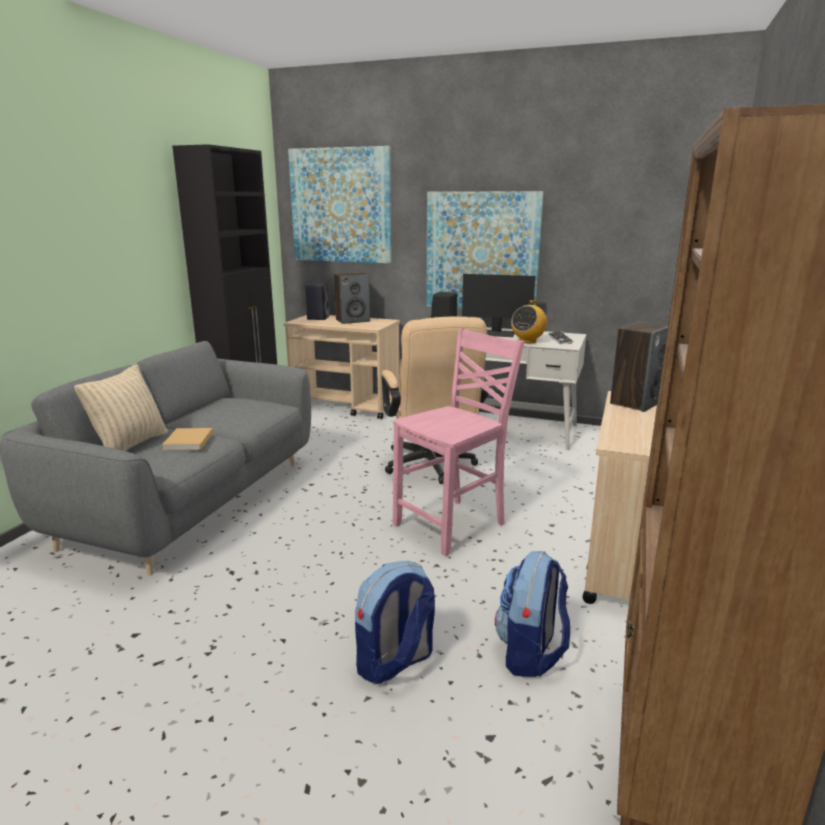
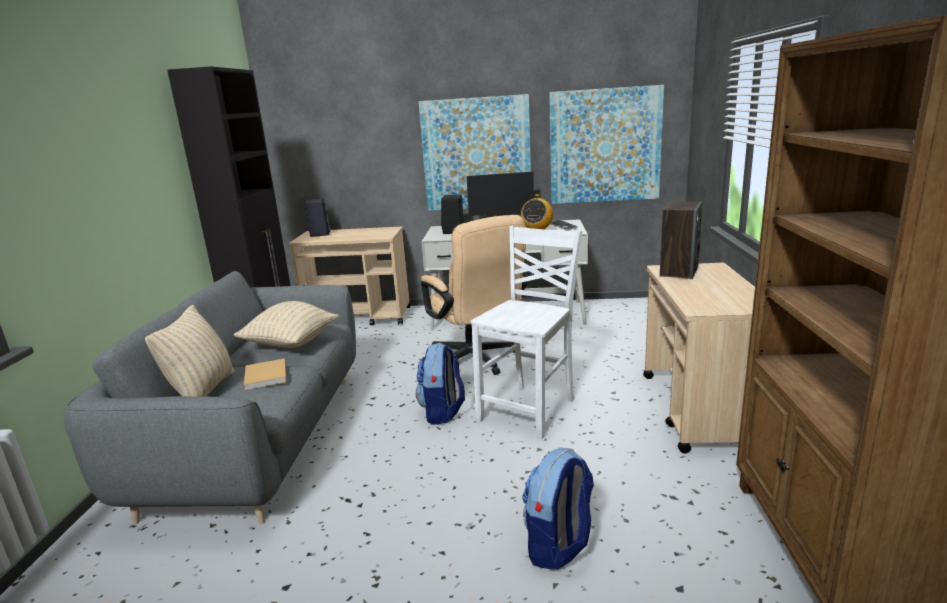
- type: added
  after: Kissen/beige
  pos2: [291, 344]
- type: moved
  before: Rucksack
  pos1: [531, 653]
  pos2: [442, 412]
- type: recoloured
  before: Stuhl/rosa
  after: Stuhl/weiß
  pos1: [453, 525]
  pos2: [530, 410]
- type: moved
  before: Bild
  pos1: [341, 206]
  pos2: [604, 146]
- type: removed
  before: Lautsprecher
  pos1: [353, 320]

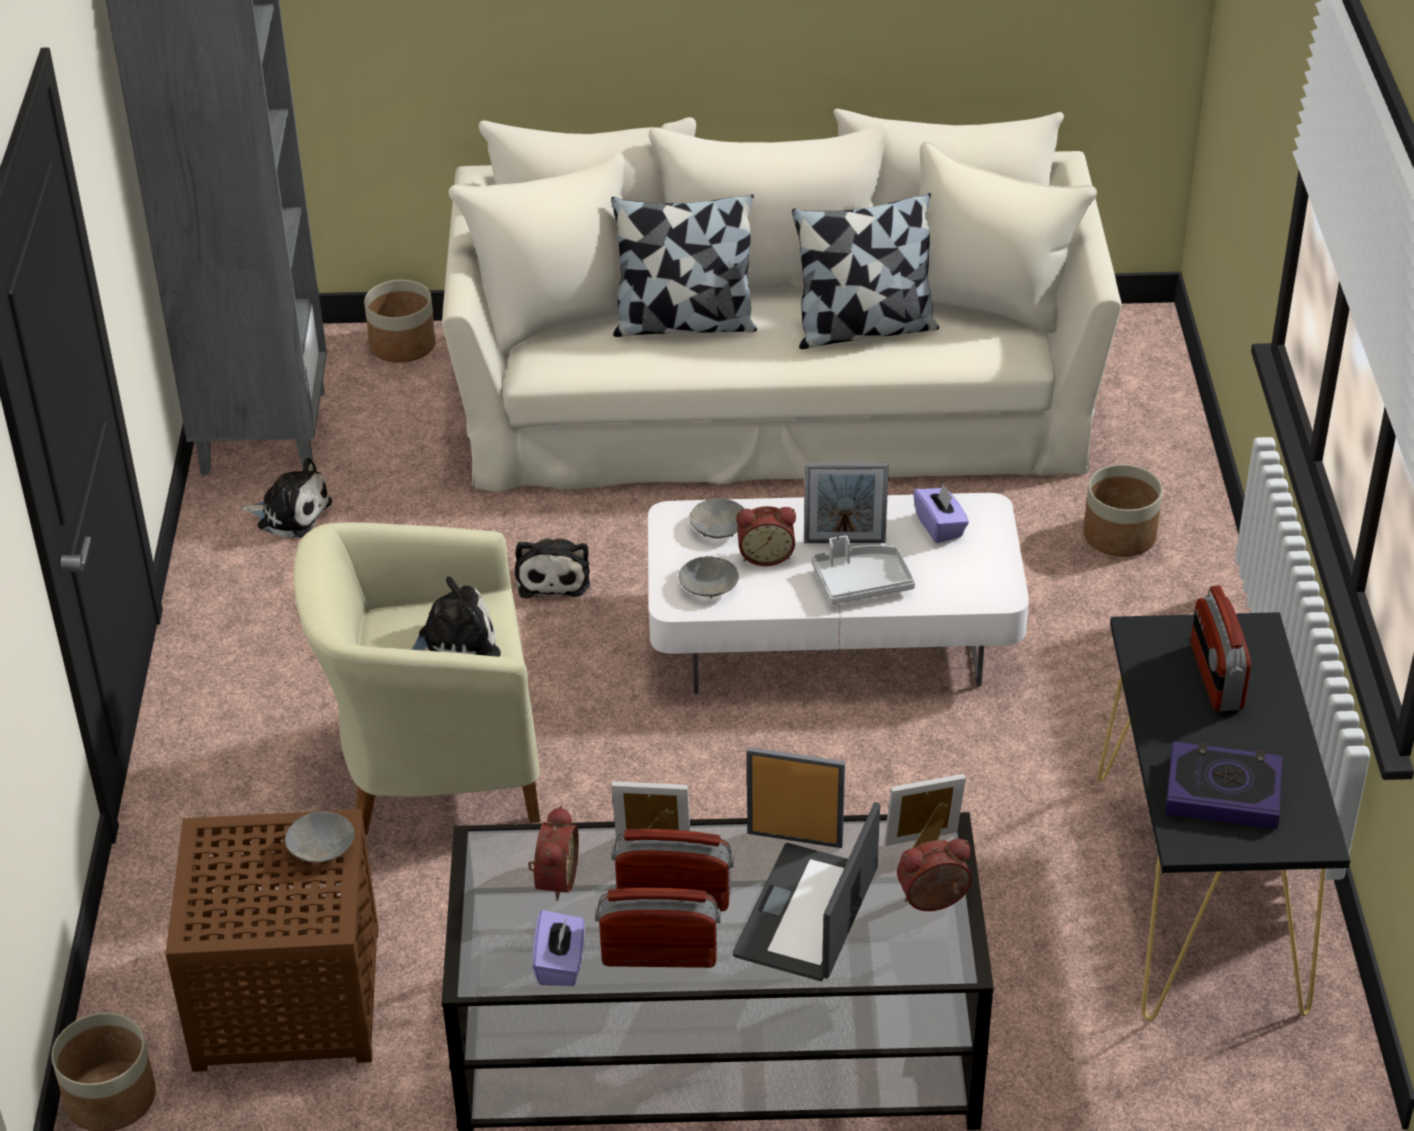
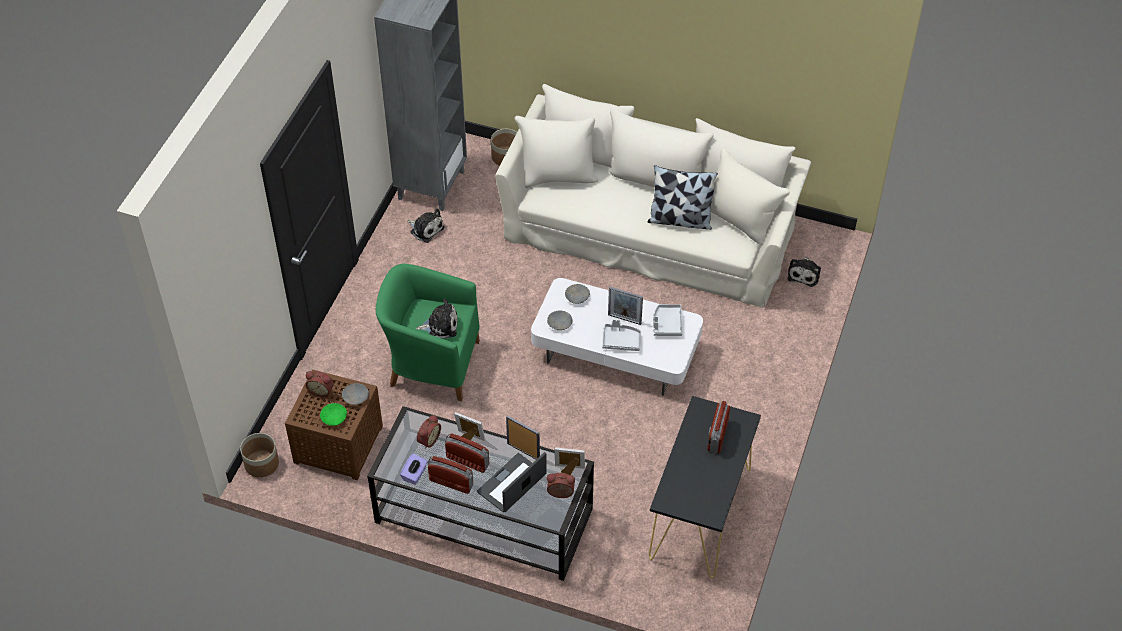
- type: moved
  before: Wecker
  pos1: [765, 555]
  pos2: [321, 390]
- type: added
  after: Schüssel/grün
  pos2: [333, 418]
- type: recoloured
  before: Sessel/beige
  after: Sessel/grün
  pos1: [432, 766]
  pos2: [431, 364]
- type: replaced
  before: Taschentuchbox/lila
  after: Tablett/grau
  pos1: [940, 527]
  pos2: [667, 324]
- type: moved
  before: Plüschtier
  pos1: [553, 576]
  pos2: [804, 274]
- type: removed
  before: Kissen
  pos1: [684, 323]
- type: removed
  before: Pflanzkübel
  pos1: [1120, 536]
- type: removed
  before: Buch
  pos1: [1223, 792]

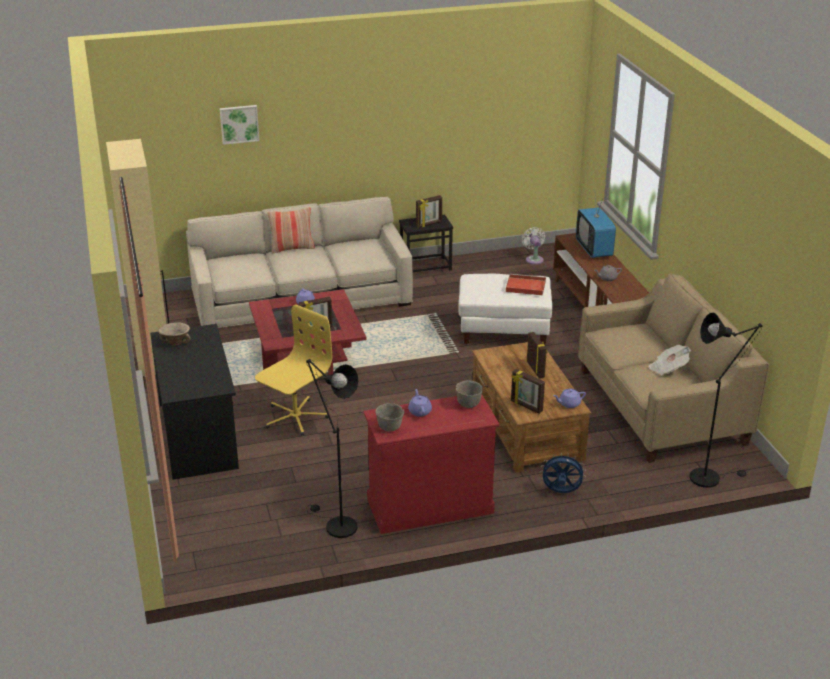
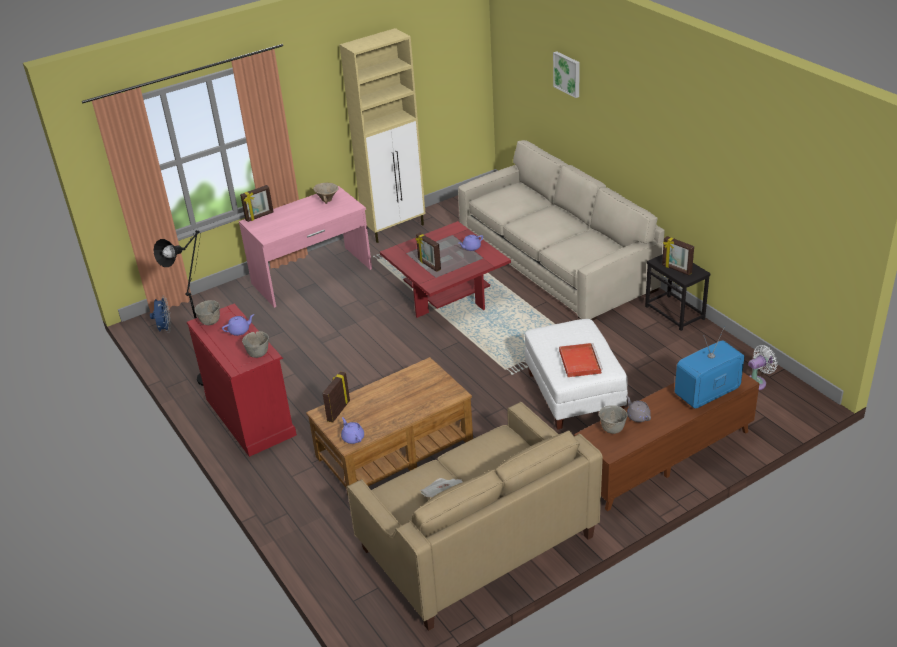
- type: moved
  before: Ventilator/blau
  pos1: [561, 492]
  pos2: [165, 329]
- type: recoloured
  before: Schreibtisch/schwarz
  after: Schreibtisch/rosa
  pos1: [199, 435]
  pos2: [312, 276]
- type: moved
  before: Bilderrahmen
  pos1: [536, 369]
  pos2: [259, 216]
- type: added
  after: Schüssel/grau
  pos2: [612, 429]
- type: removed
  before: Bürostuhl/gelb
  pos1: [295, 417]
- type: removed
  before: Kissen
  pos1: [292, 248]
- type: removed
  before: Stehlampe/schwarz
  pos1: [709, 477]

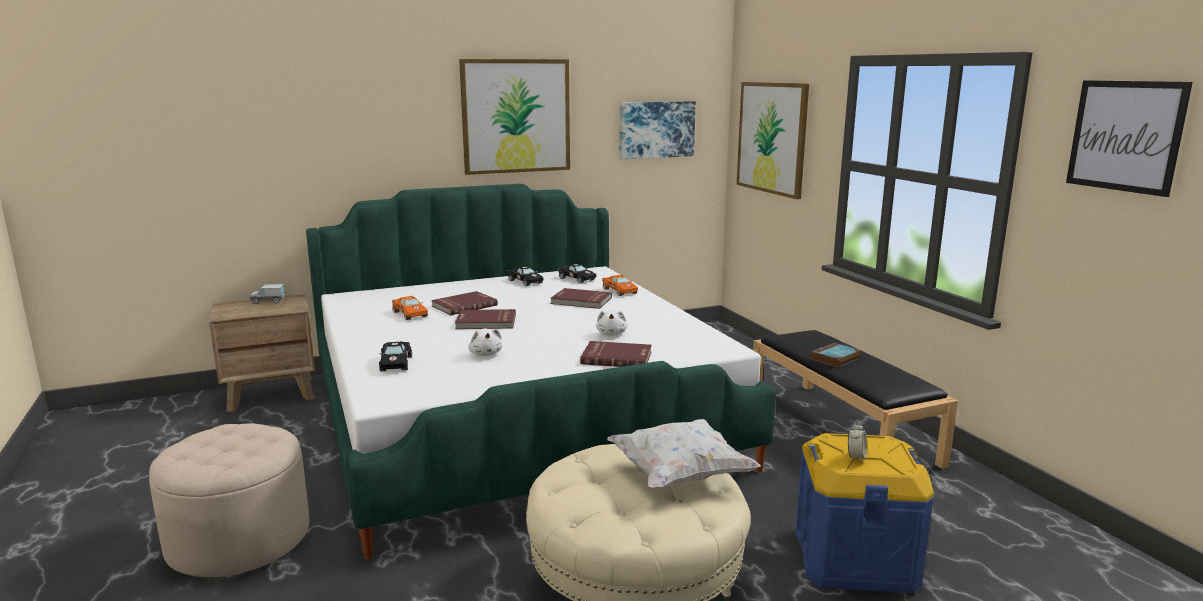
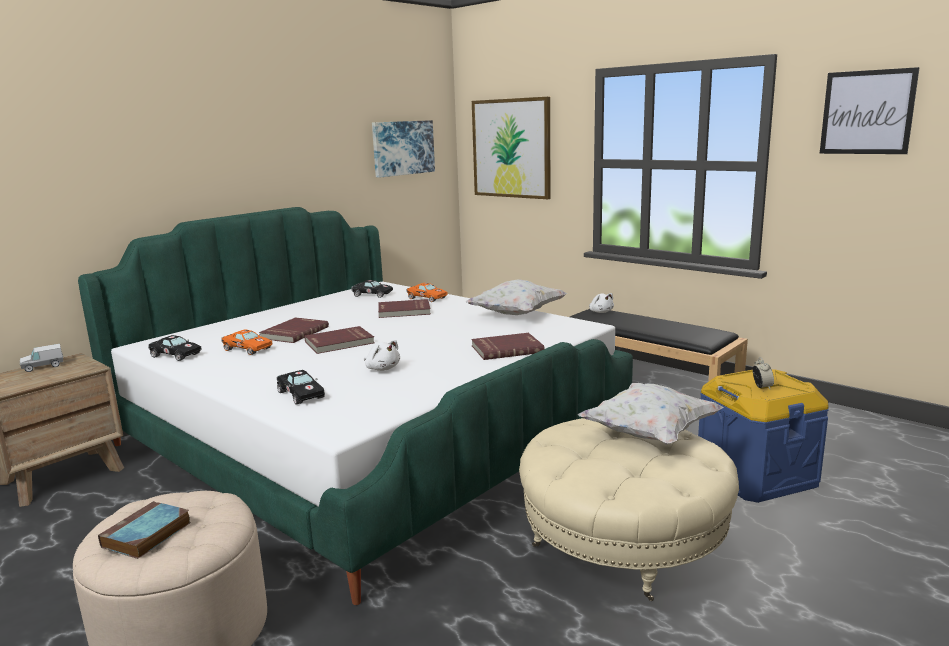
- type: moved
  before: Buch
  pos1: [835, 359]
  pos2: [146, 535]
- type: moved
  before: Spielzeugauto/schwarz
  pos1: [525, 281]
  pos2: [174, 355]
- type: added
  after: Kissen/weiß
  pos2: [516, 314]
- type: moved
  before: Plüschtier/weiß
  pos1: [611, 334]
  pos2: [600, 312]
- type: removed
  before: Bild
  pos1: [516, 116]

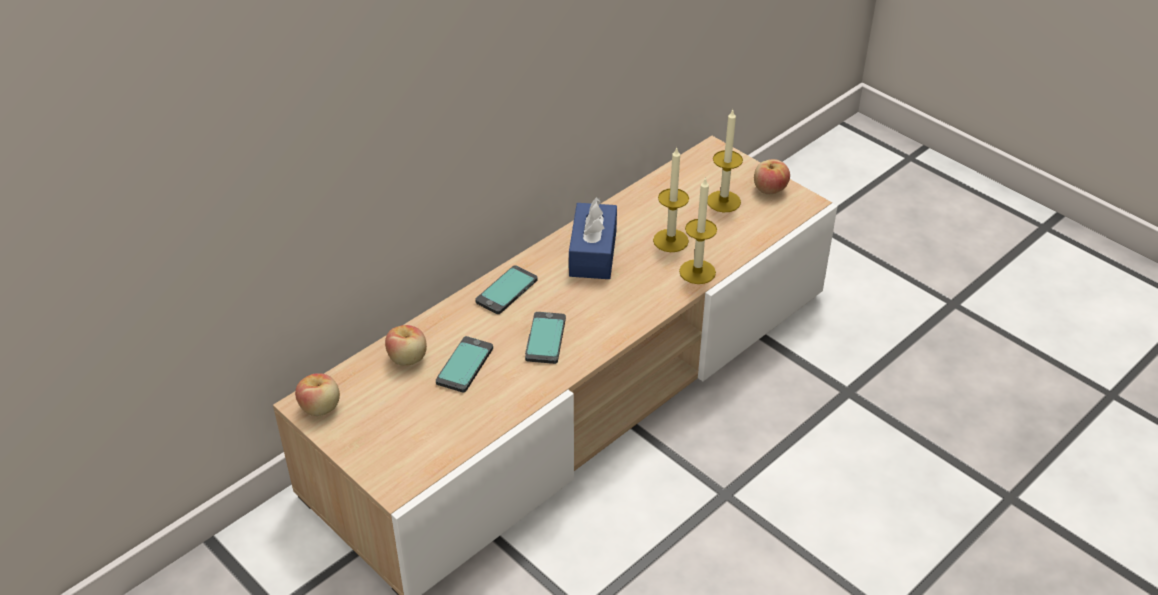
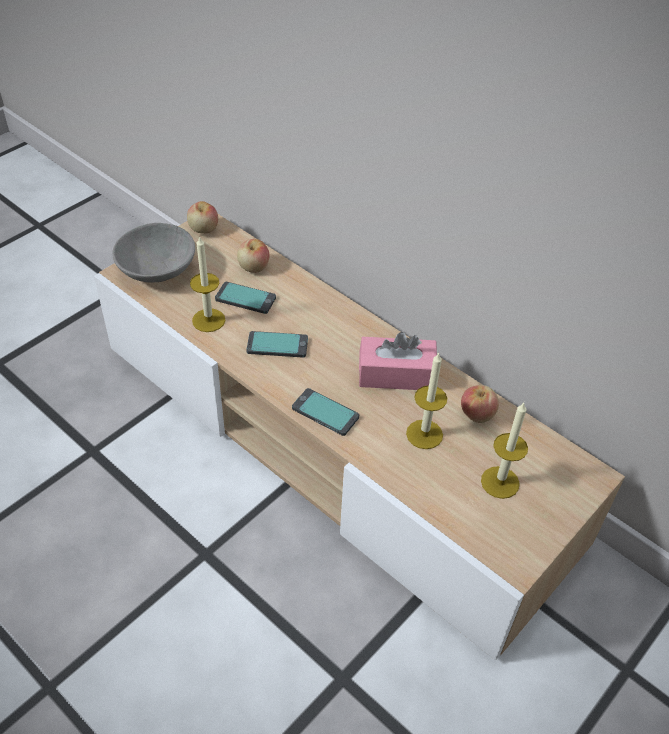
- type: added
  after: Schüssel/grau
  pos2: [158, 270]
- type: moved
  before: Kerze
  pos1: [697, 272]
  pos2: [208, 320]
- type: moved
  before: Handy
  pos1: [507, 291]
  pos2: [325, 413]
- type: recoloured
  before: Taschentuchbox/blau
  after: Taschentuchbox/rosa
  pos1: [593, 253]
  pos2: [396, 374]
- type: moved
  before: Apfel
  pos1: [769, 189]
  pos2: [477, 414]

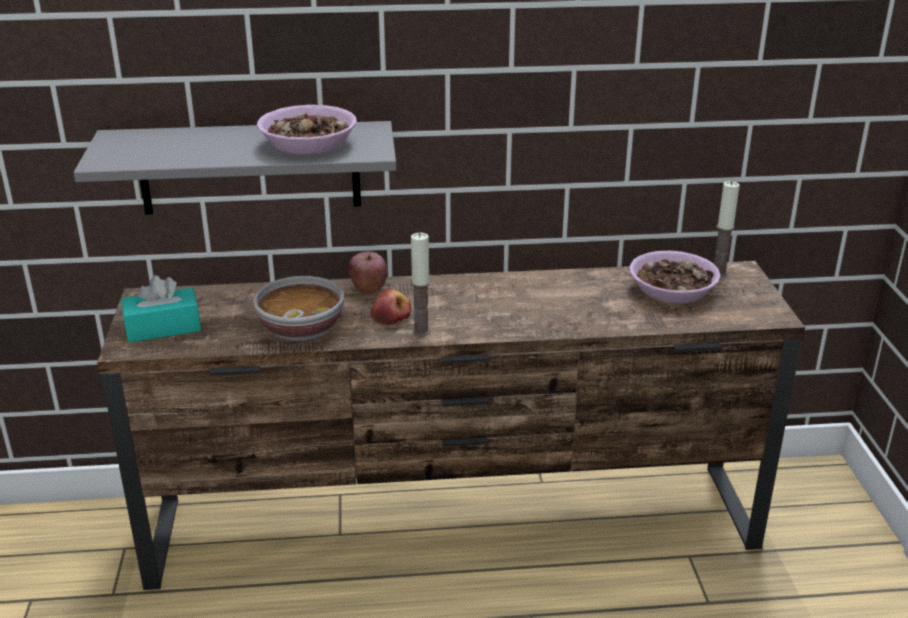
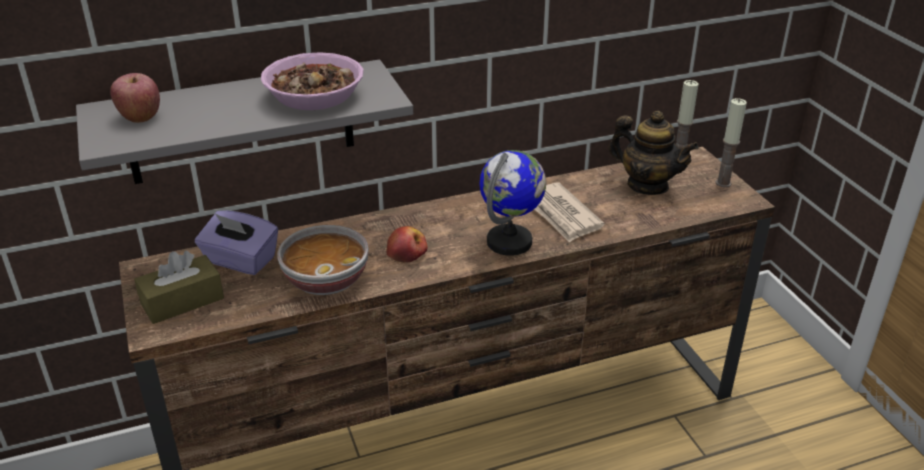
- type: moved
  before: Apfel
  pos1: [368, 288]
  pos2: [140, 117]
- type: recoloured
  before: Taschentuchbox/türkis
  after: Taschentuchbox/braun
  pos1: [163, 328]
  pos2: [182, 301]
- type: added
  after: Taschentuchbox/lila
  pos2: [240, 260]
- type: added
  after: Globus
  pos2: [510, 242]
- type: added
  after: Zeitung
  pos2: [561, 215]
- type: replaced
  before: Schüssel
  after: Teekanne
  pos1: [672, 289]
  pos2: [647, 185]
- type: moved
  before: Kerze
  pos1: [421, 331]
  pos2: [723, 183]

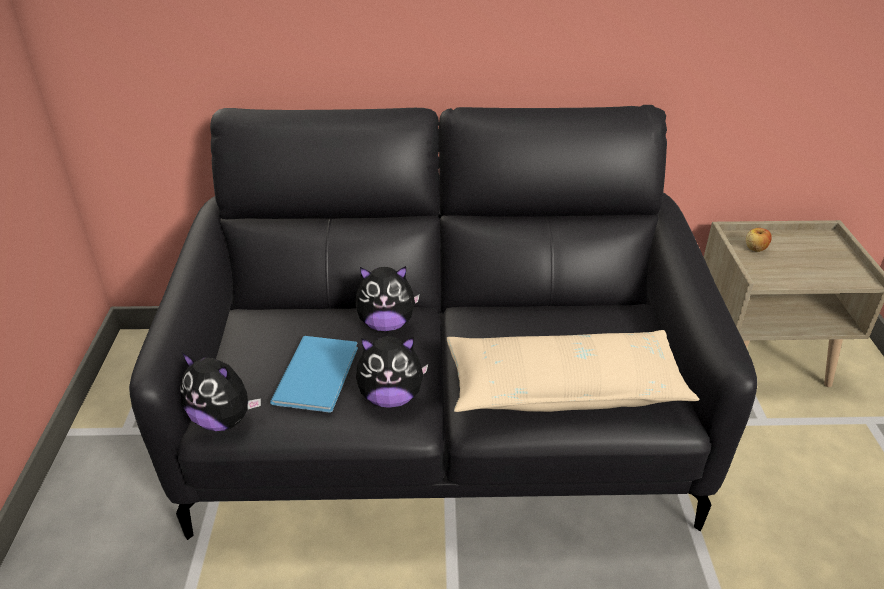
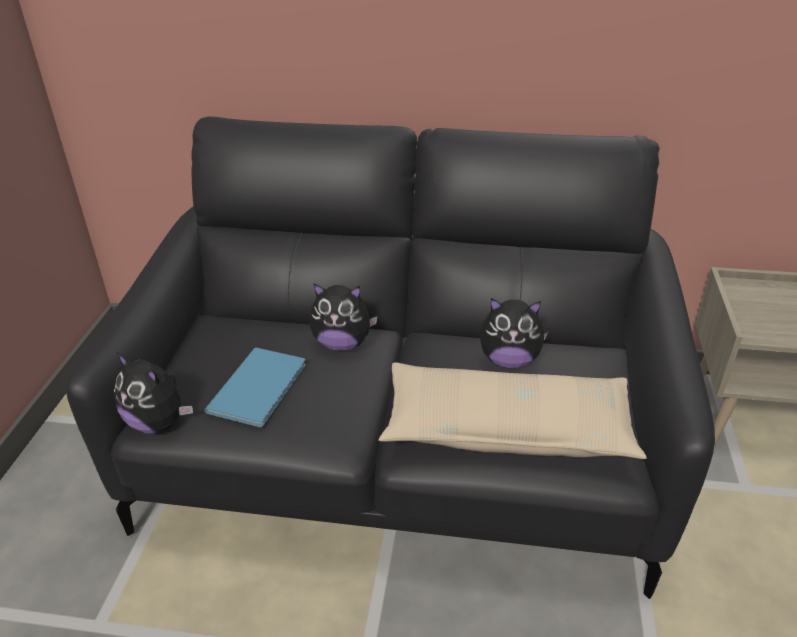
- type: moved
  before: Plüschtier
  pos1: [391, 397]
  pos2: [509, 360]
- type: removed
  before: Apfel
  pos1: [755, 249]

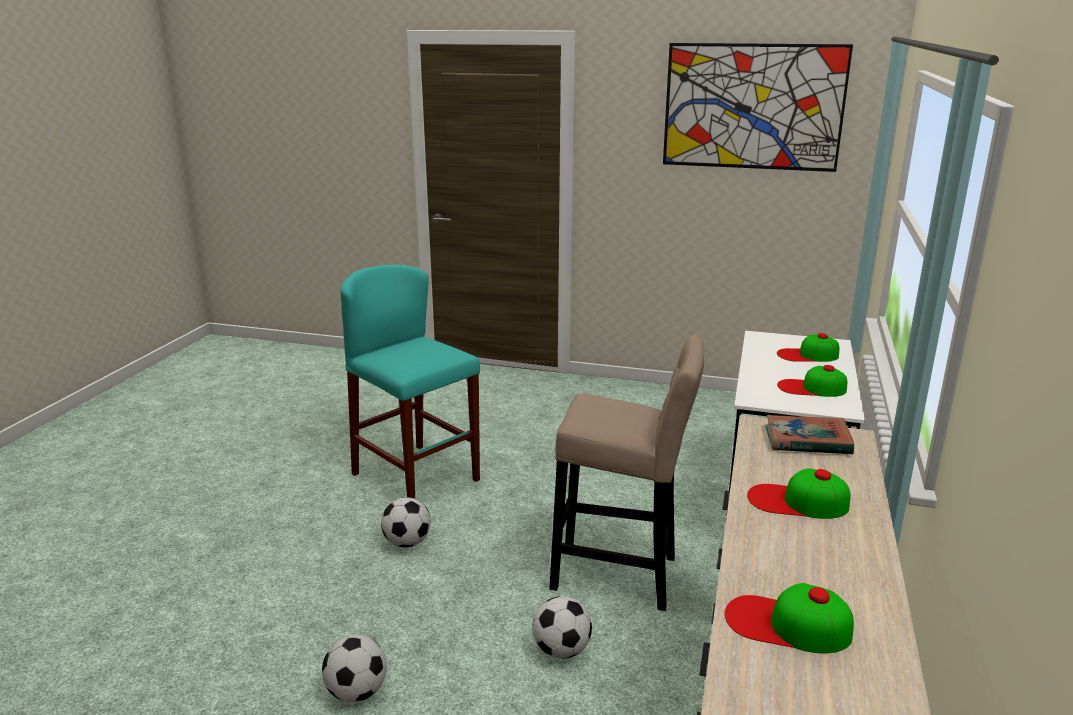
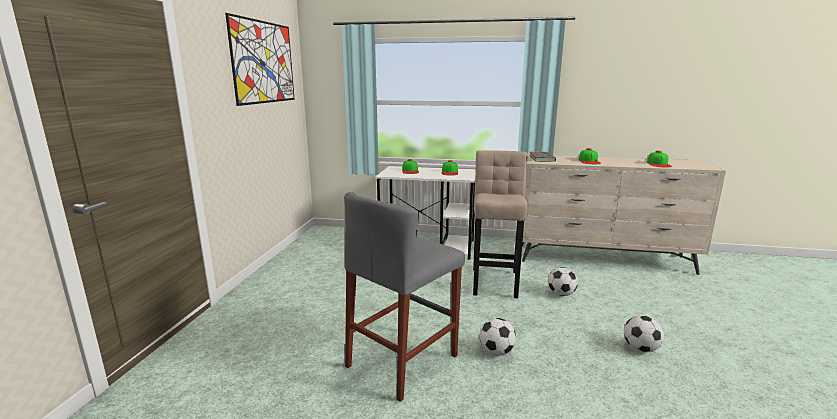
- type: recoloured
  before: Hocker/türkis
  after: Hocker/grau
  pos1: [416, 477]
  pos2: [402, 361]

